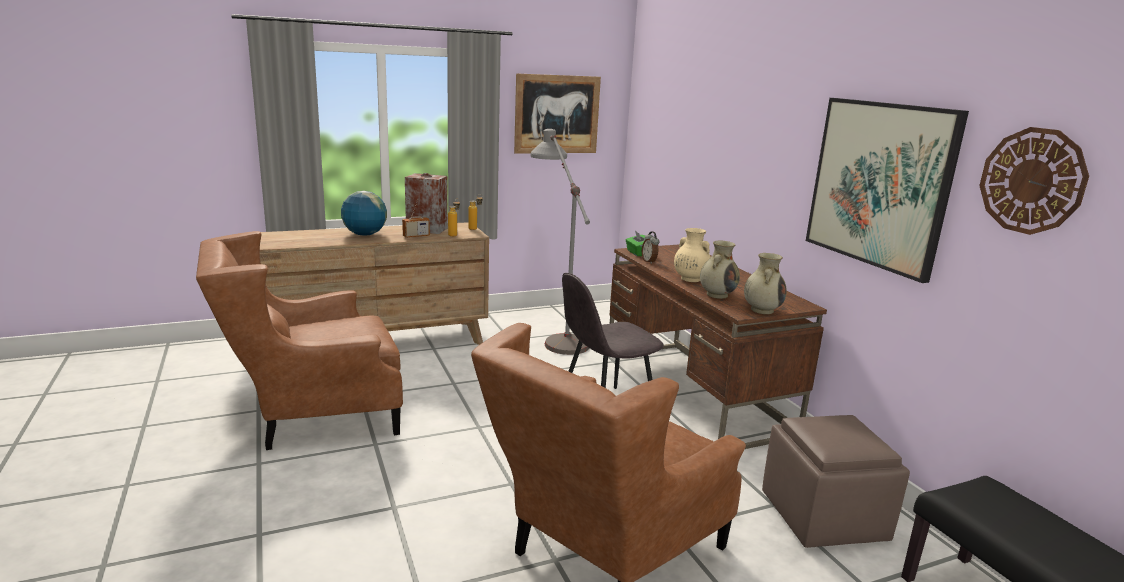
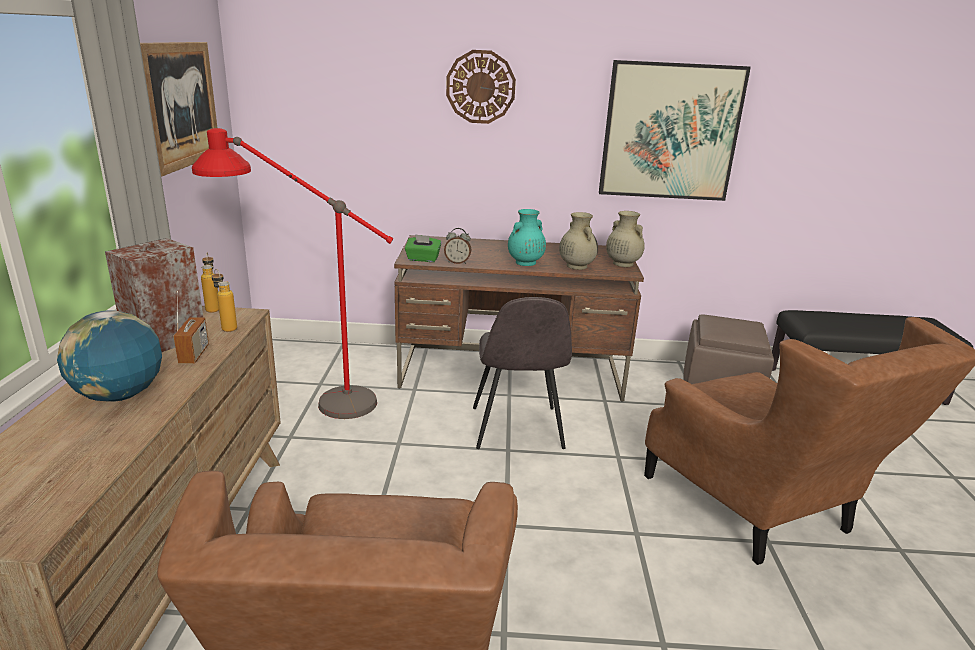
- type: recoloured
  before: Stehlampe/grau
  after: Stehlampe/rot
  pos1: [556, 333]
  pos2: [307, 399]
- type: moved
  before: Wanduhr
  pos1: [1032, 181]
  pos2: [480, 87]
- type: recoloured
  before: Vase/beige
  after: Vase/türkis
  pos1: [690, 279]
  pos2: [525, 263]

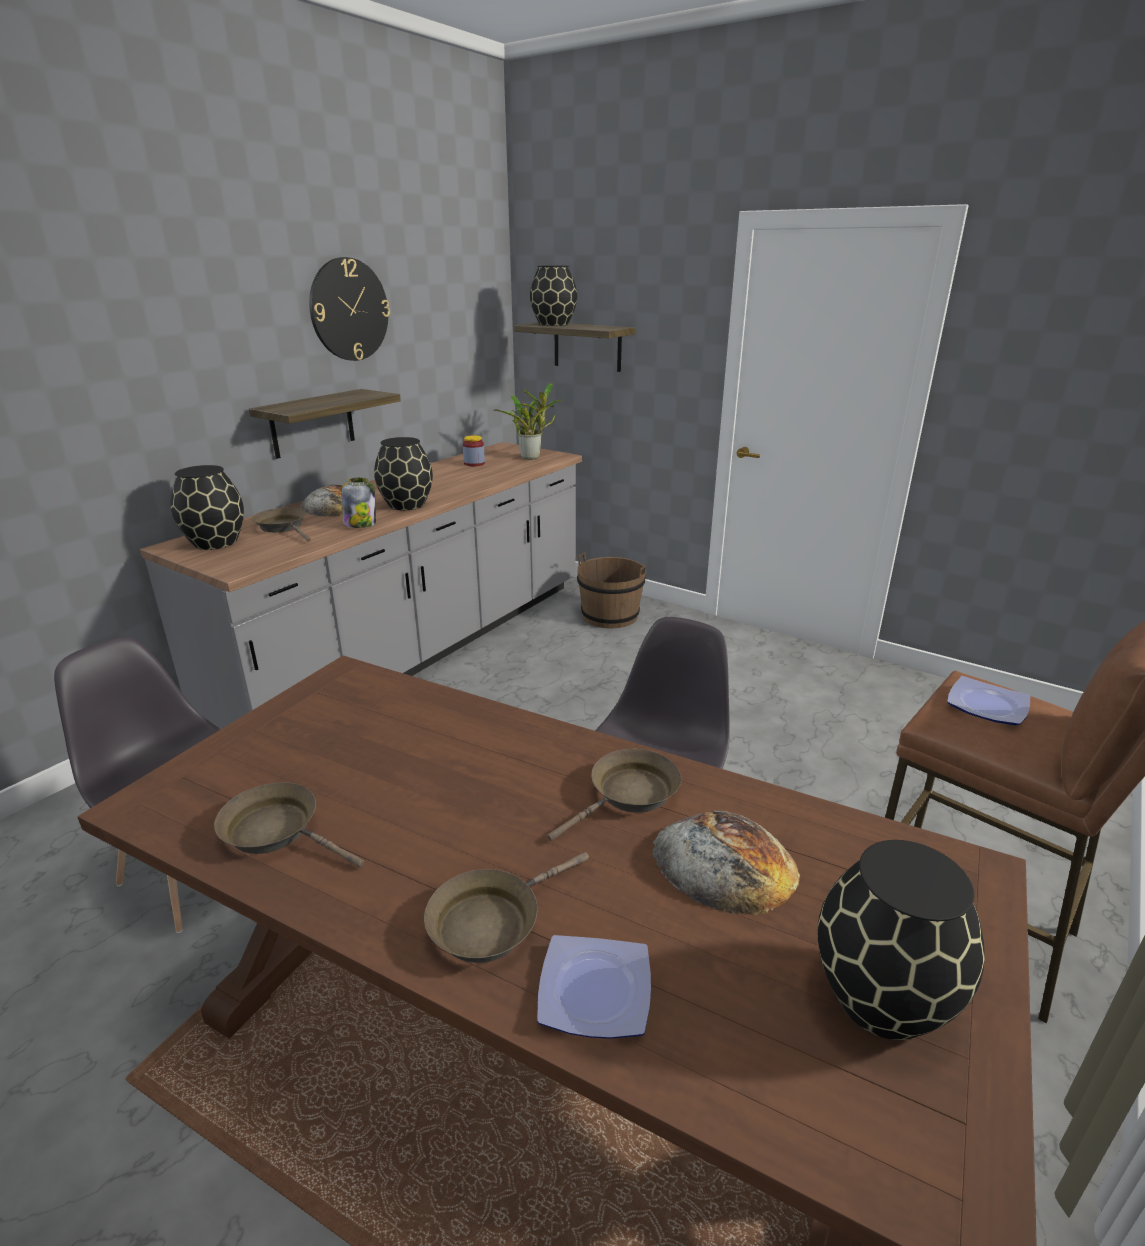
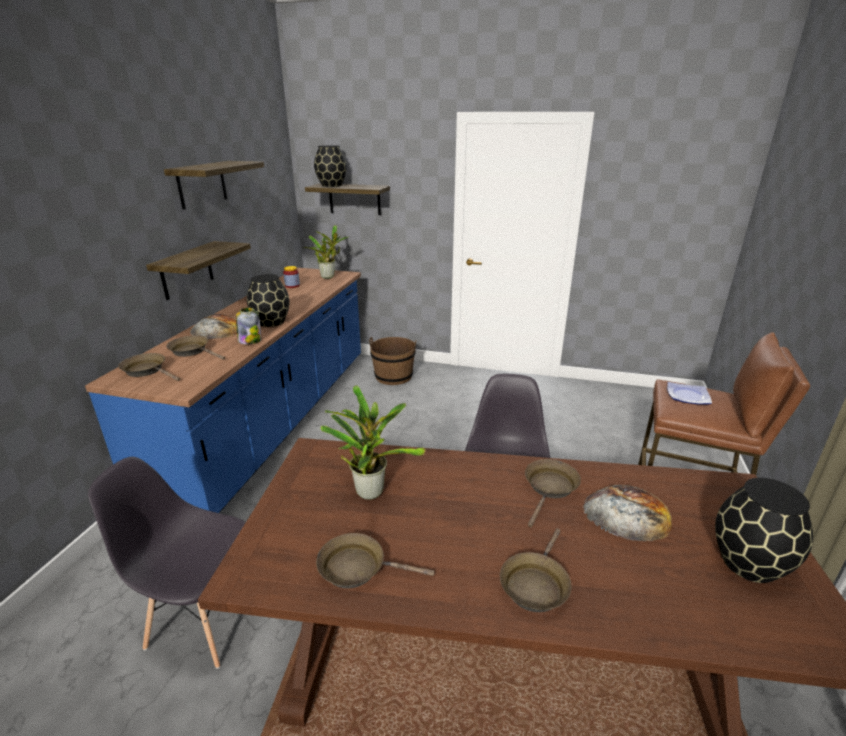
- type: recoloured
  before: Küchenzeile/grau
  after: Küchenzeile/blau
  pos1: [418, 649]
  pos2: [276, 422]
- type: replaced
  before: Vase/schwarz
  after: Pfanne/braun
  pos1: [216, 542]
  pos2: [147, 370]
- type: replaced
  before: Wanduhr
  after: Wandregal
  pos1: [349, 310]
  pos2: [202, 184]
- type: added
  after: Topfpflanze
  pos2: [370, 489]
- type: removed
  before: Teller
  pos1: [592, 992]

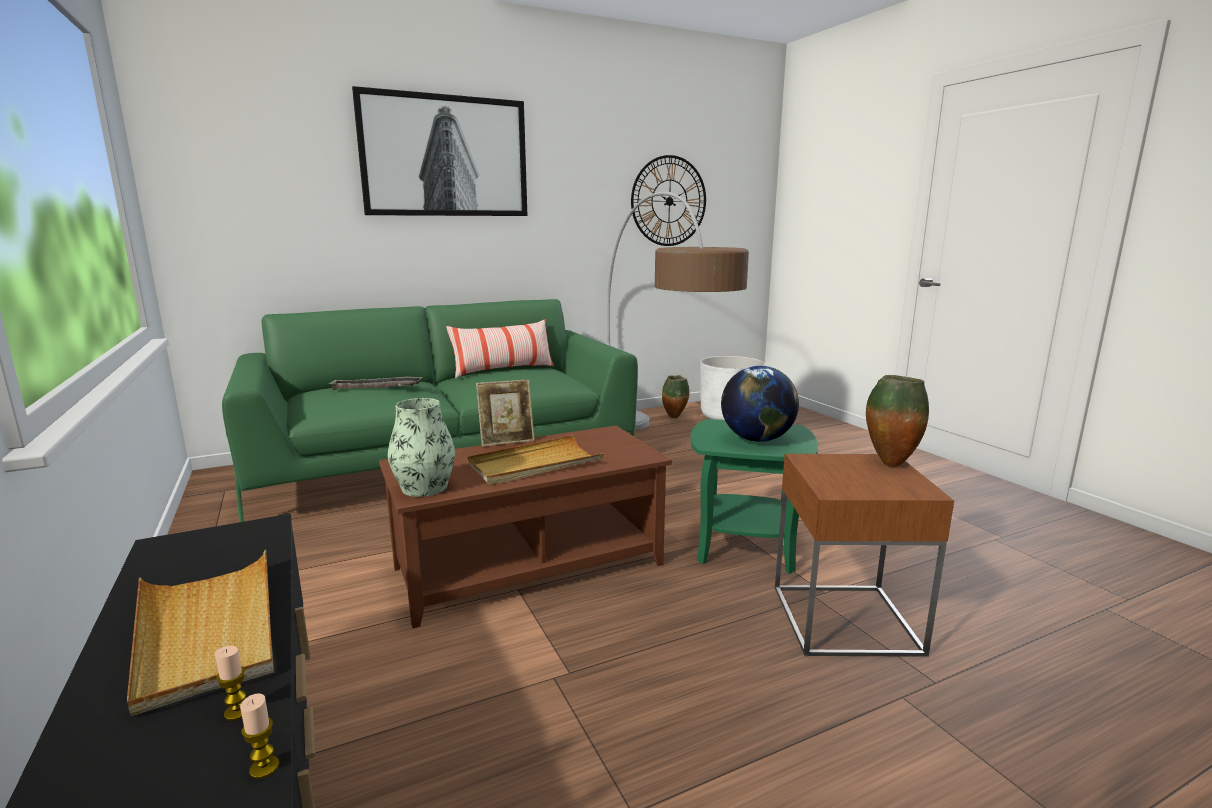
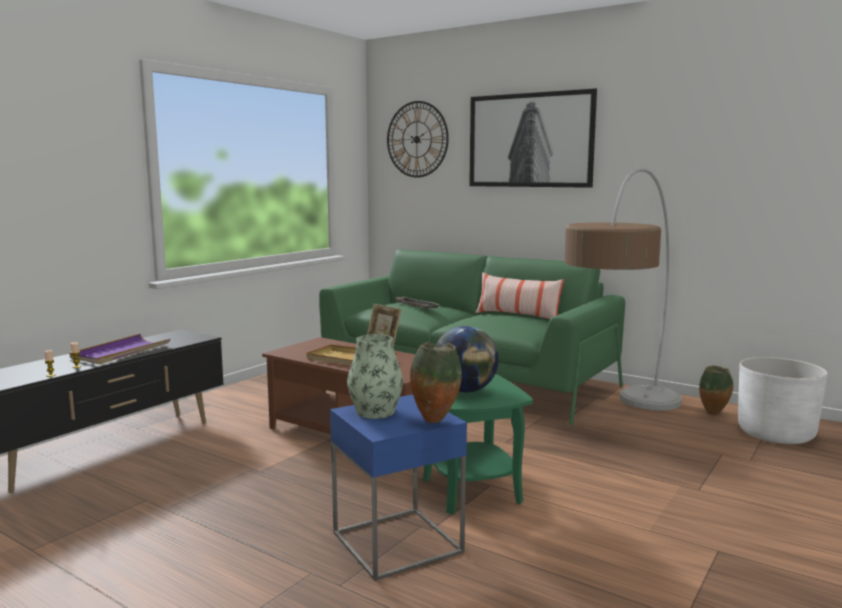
- type: recoloured
  before: Tablett/beige
  after: Tablett/lila
  pos1: [207, 631]
  pos2: [121, 352]
- type: recoloured
  before: Beistelltisch/braun
  after: Beistelltisch/blau
  pos1: [845, 619]
  pos2: [397, 542]
- type: moved
  before: Vase
  pos1: [424, 487]
  pos2: [375, 412]
- type: moved
  before: Wanduhr
  pos1: [669, 201]
  pos2: [417, 139]

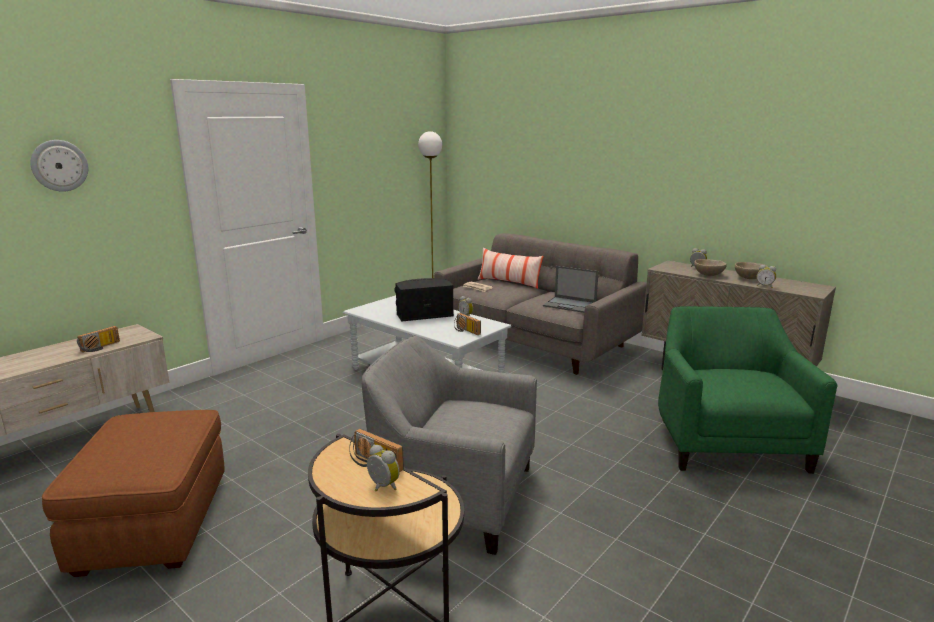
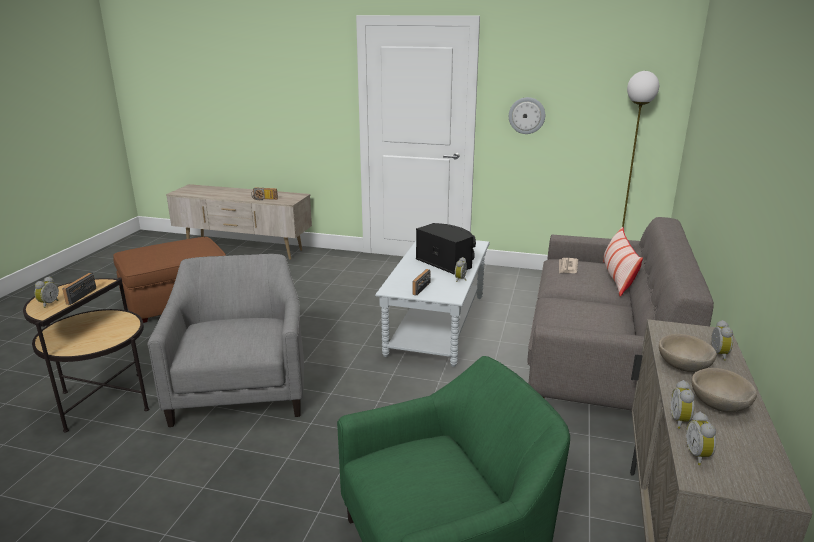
- type: moved
  before: Wanduhr
  pos1: [59, 165]
  pos2: [526, 115]
- type: added
  after: Wecker
  pos2: [699, 456]
- type: removed
  before: Laptop
  pos1: [570, 305]

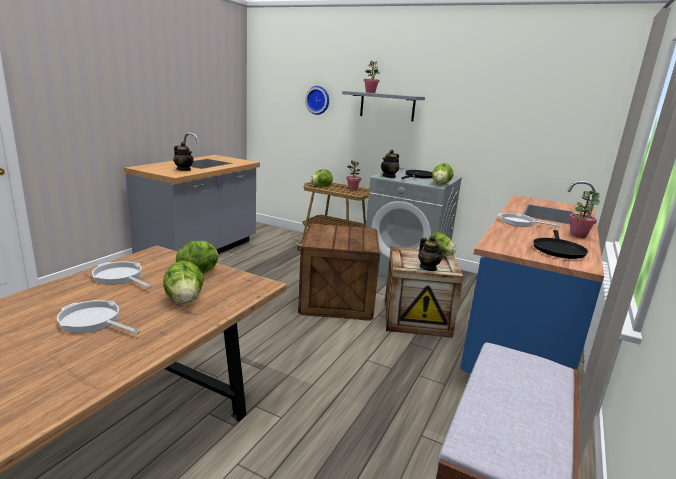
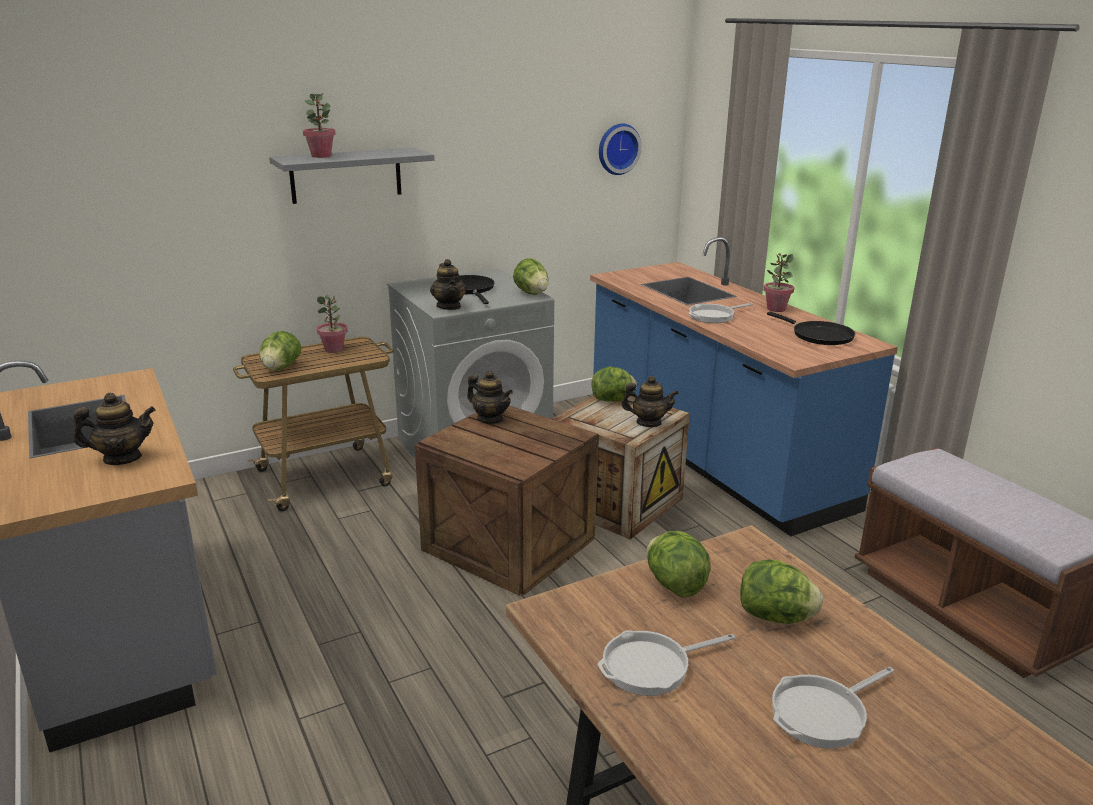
- type: added
  after: Teekanne
  pos2: [490, 419]
- type: moved
  before: Wanduhr
  pos1: [318, 100]
  pos2: [617, 148]

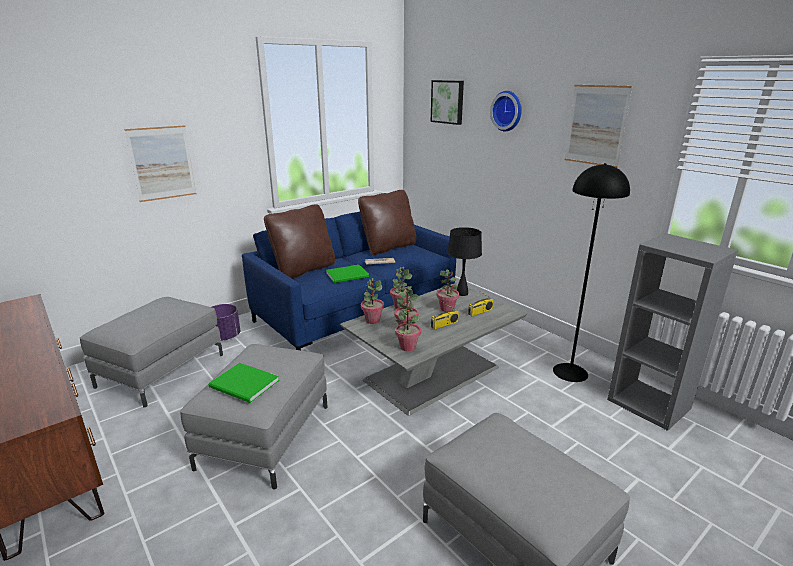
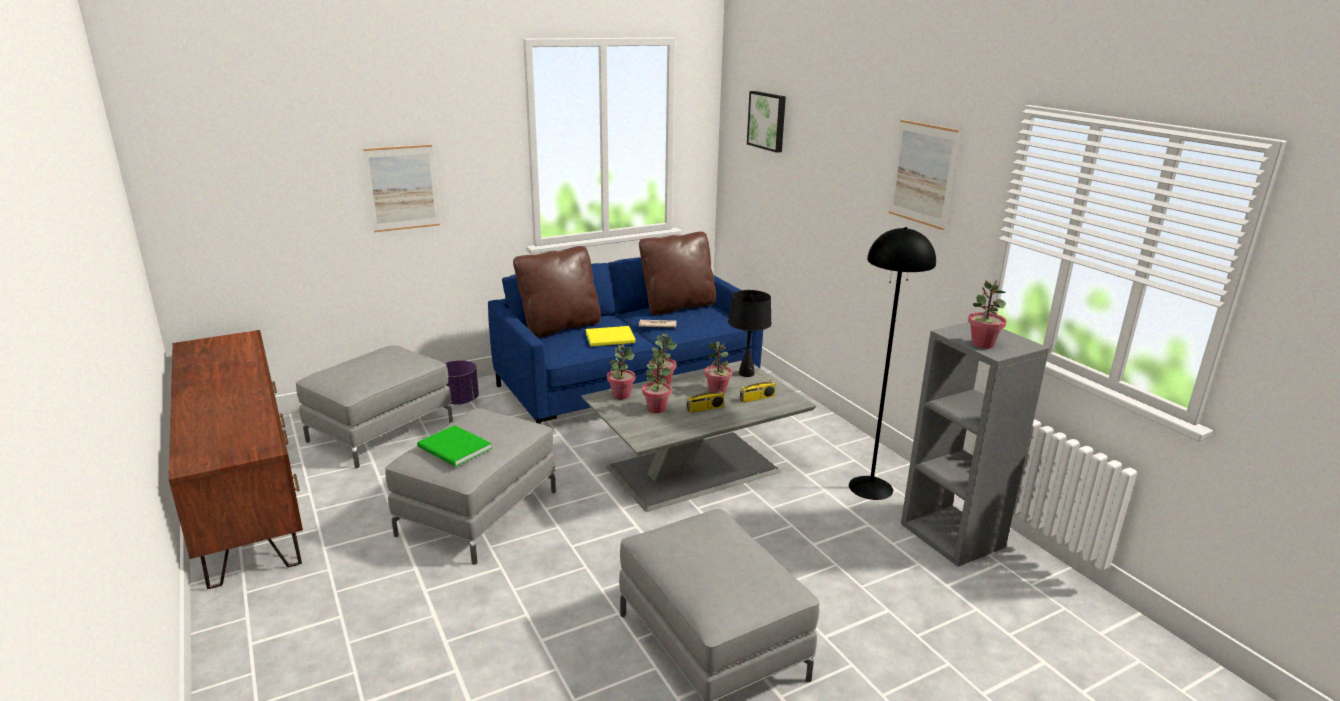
- type: recoloured
  before: Buch/grün
  after: Buch/gelb
  pos1: [348, 275]
  pos2: [611, 338]
- type: moved
  before: Topfpflanze
  pos1: [407, 347]
  pos2: [982, 344]
- type: removed
  before: Wanduhr
  pos1: [508, 111]

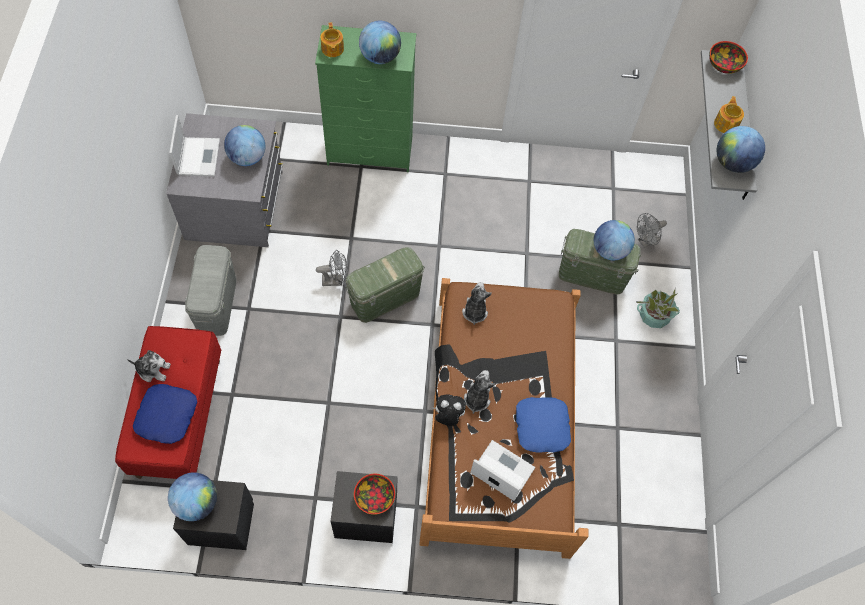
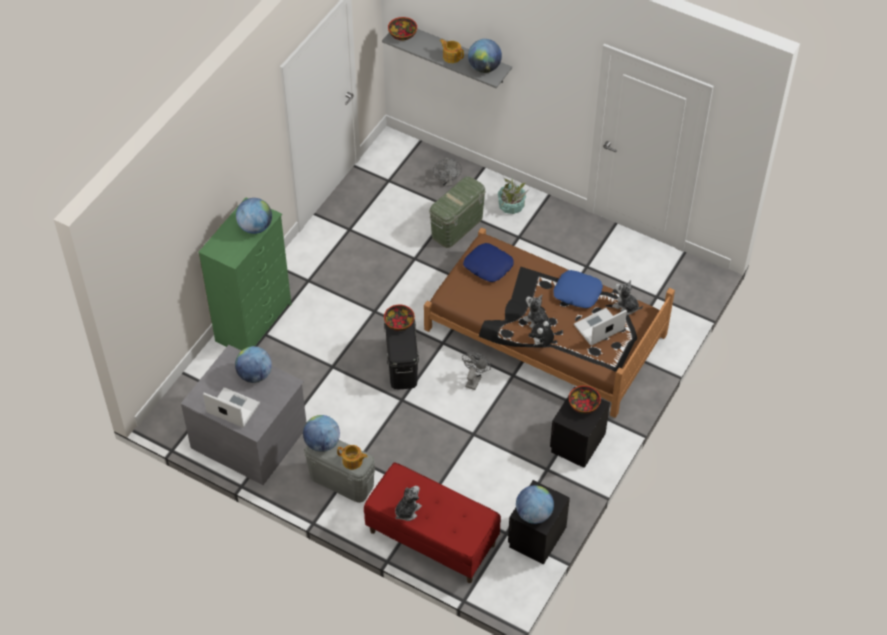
- type: moved
  before: Globus
  pos1: [609, 250]
  pos2: [322, 443]
- type: moved
  before: Teekanne
  pos1: [332, 49]
  pos2: [352, 461]
- type: added
  after: Schüssel
  pos2: [399, 323]
- type: recoloured
  before: Aufbewahrungsbox/grün
  after: Aufbewahrungsbox/schwarz
  pos1: [385, 298]
  pos2: [402, 364]
- type: moved
  before: Ventilator/grau
  pos1: [335, 280]
  pos2: [474, 379]
- type: moved
  before: Kissen/blau
  pos1: [166, 416]
  pos2: [488, 266]
- type: moved
  before: Plüschtier
  pos1: [474, 311]
  pos2: [626, 307]

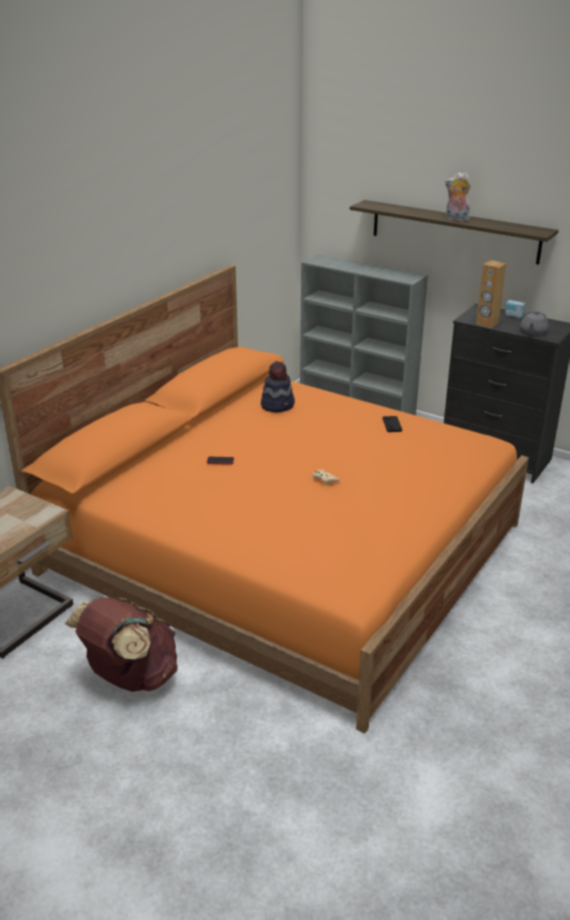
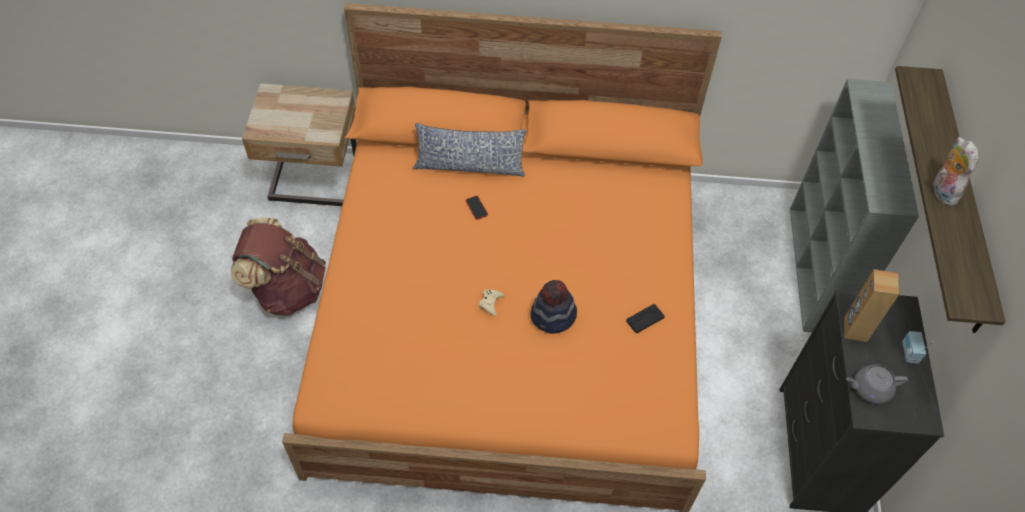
- type: added
  after: Kissen
  pos2: [469, 166]
- type: moved
  before: Hut
  pos1: [278, 405]
  pos2: [553, 317]

